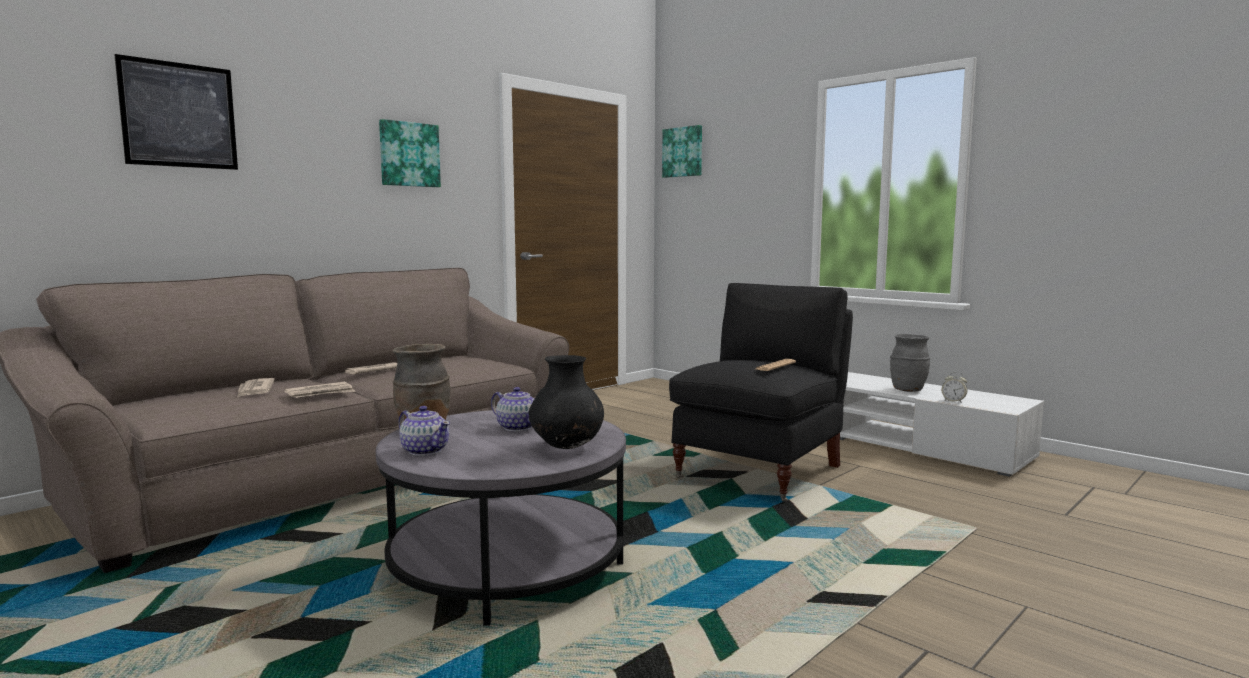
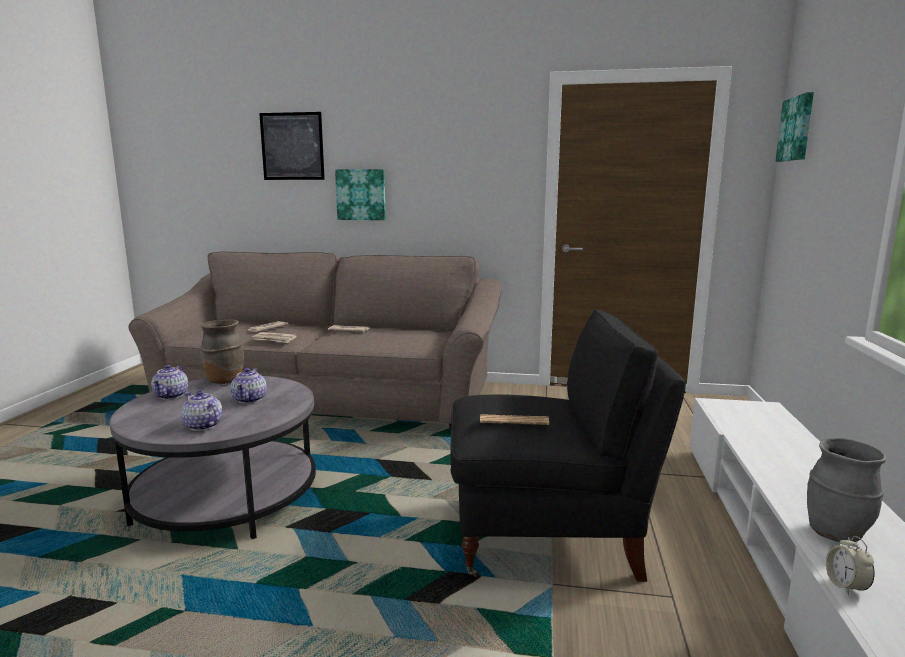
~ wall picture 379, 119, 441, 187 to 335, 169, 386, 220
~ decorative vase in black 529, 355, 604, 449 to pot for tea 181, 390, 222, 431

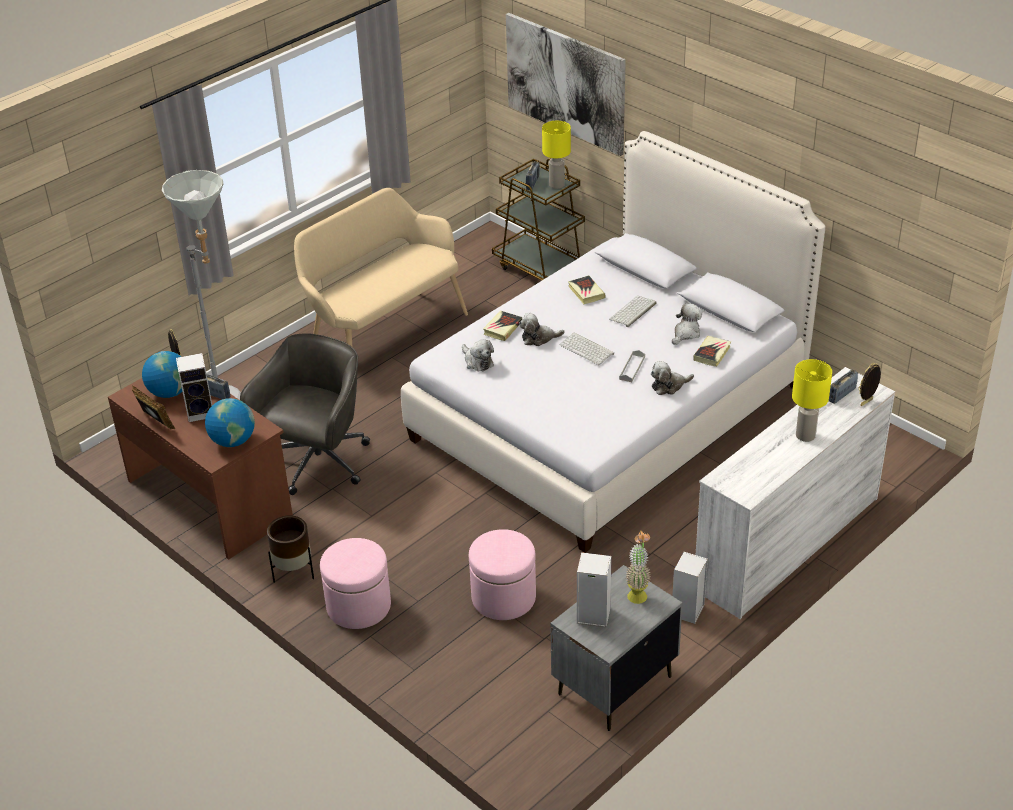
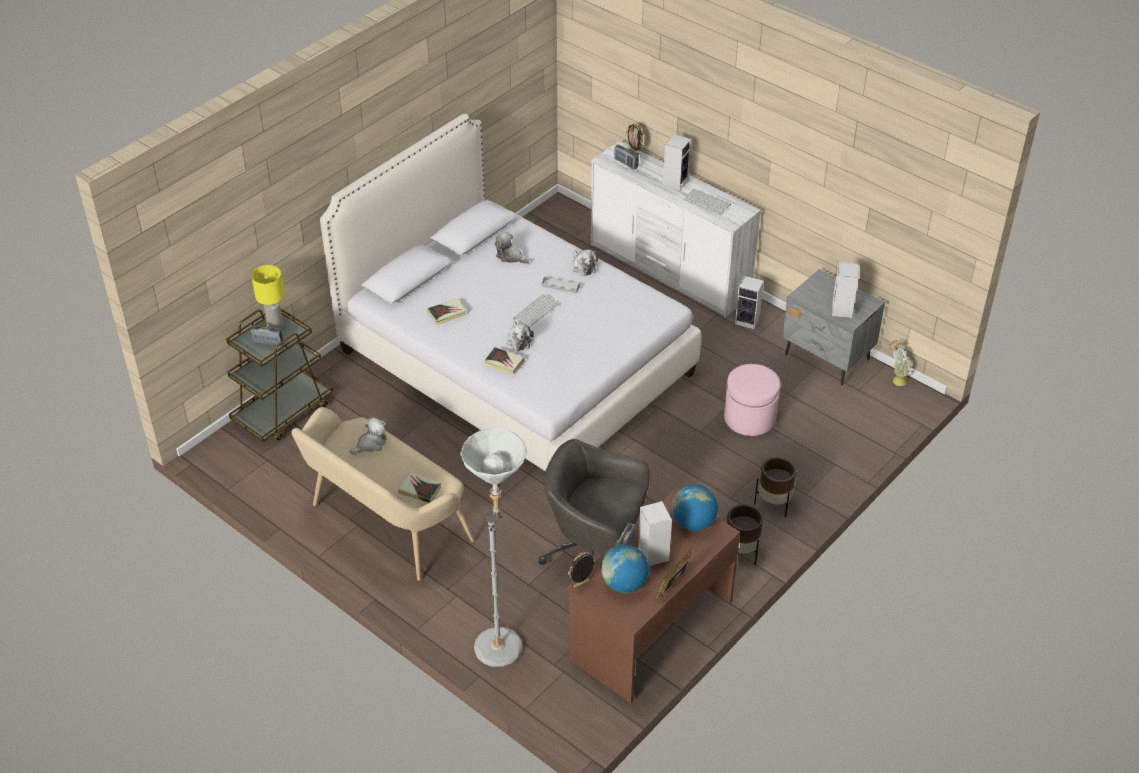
~ footrest in pinkish 320, 538, 391, 629 to planter in brown-coloured 754, 457, 796, 518
~ soft toy 462, 339, 494, 372 to 350, 417, 387, 455
- wall picture 506, 13, 626, 156
~ computer keyboard 609, 296, 656, 327 to 684, 189, 731, 215
~ plant in a pot 625, 531, 651, 604 to 889, 340, 911, 386
~ book 693, 336, 731, 367 to 398, 472, 441, 503
~ tabletop lamp in yellowish 792, 359, 832, 442 to audio speaker 663, 134, 691, 191

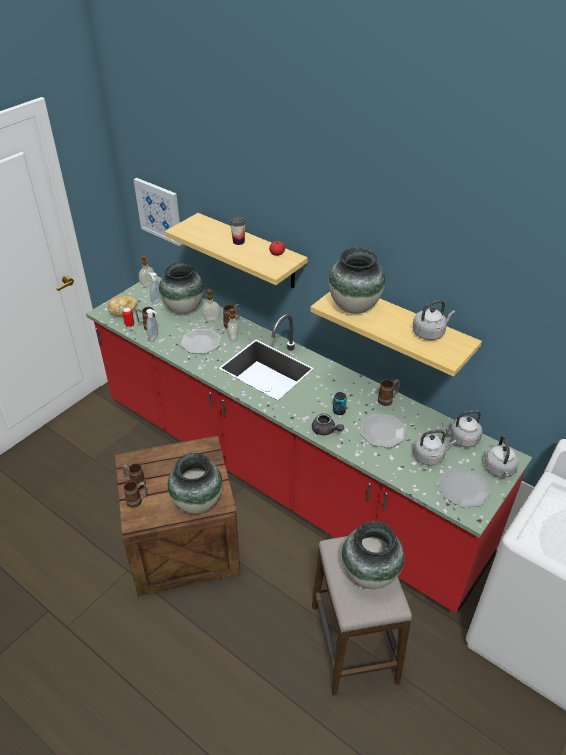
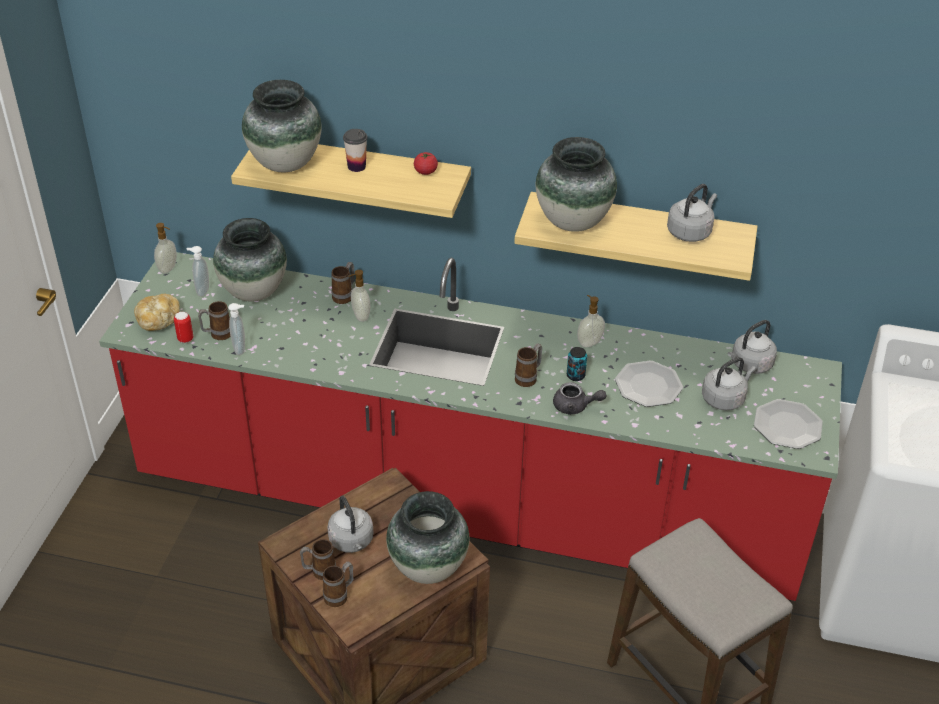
- wall picture 133, 178, 182, 246
- plate 180, 329, 221, 354
~ liquid soap bottle 202, 289, 221, 321 to 577, 295, 605, 347
~ decorative vase 342, 521, 404, 589 to 242, 80, 322, 172
~ tea mug 378, 379, 400, 406 to 515, 344, 542, 387
~ tea kettle in greyish 484, 436, 519, 478 to 327, 496, 374, 553

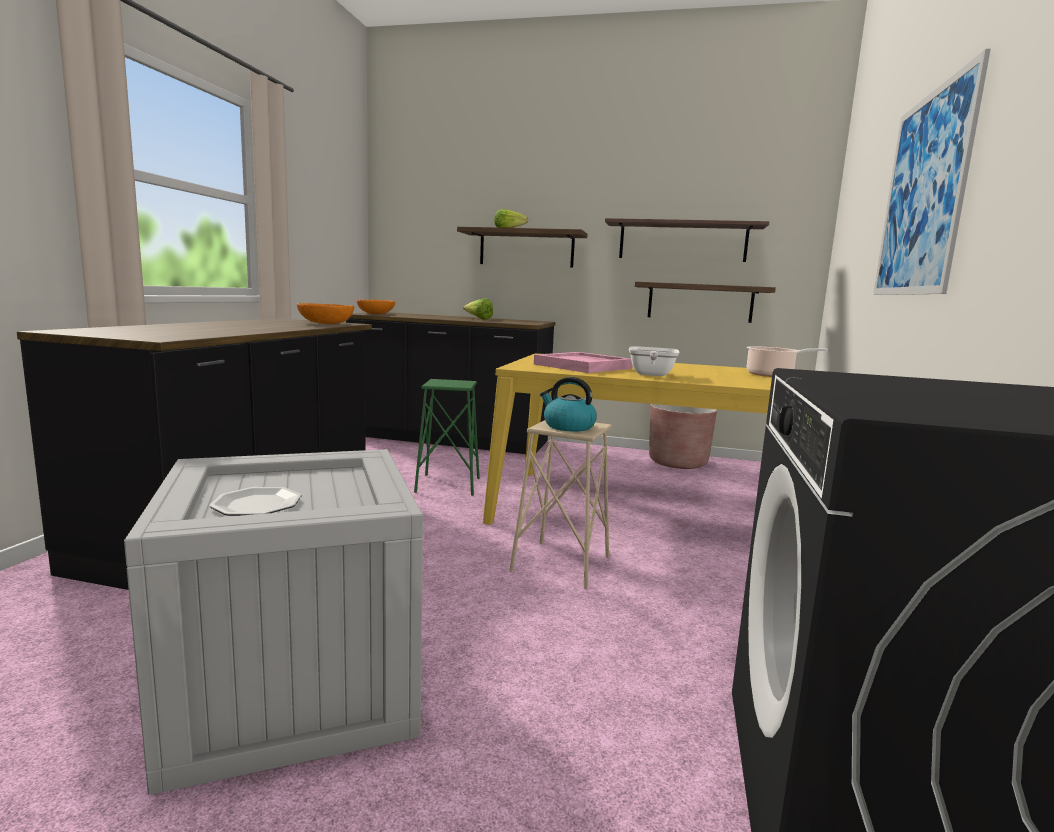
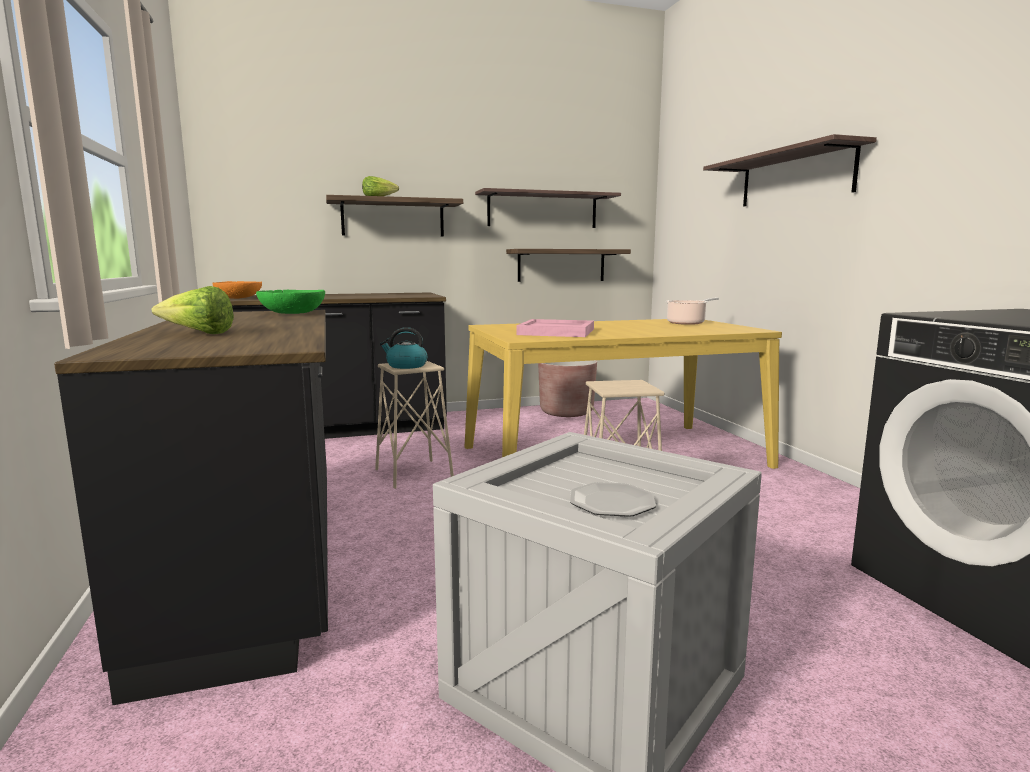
~ deep dish in orange 297, 303, 354, 324 to deep dish in green 256, 290, 325, 314
~ stool in green 414, 379, 480, 496 to stool in beige 375, 361, 454, 489
~ lettuce head 463, 298, 493, 320 to 152, 286, 234, 334
~ tea kettle 540, 377, 597, 432 to 380, 327, 427, 369
- skillet 629, 346, 680, 376
~ wall picture 873, 49, 991, 295 to bracket shelf 703, 134, 877, 206

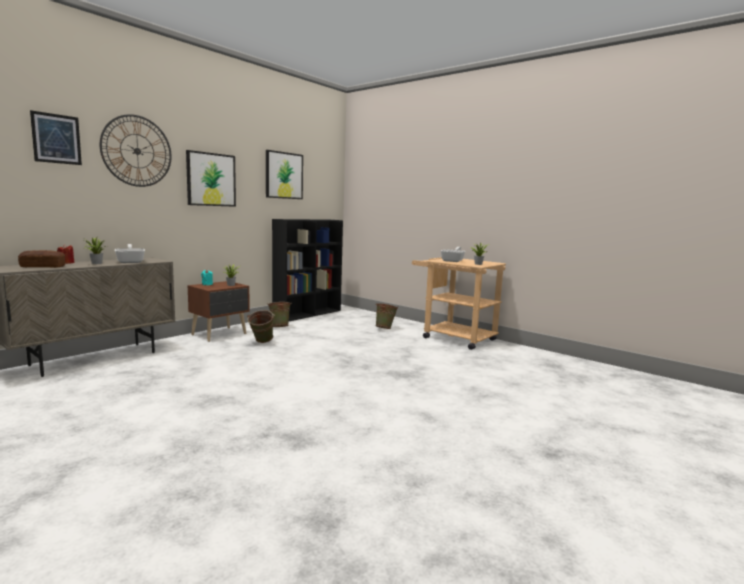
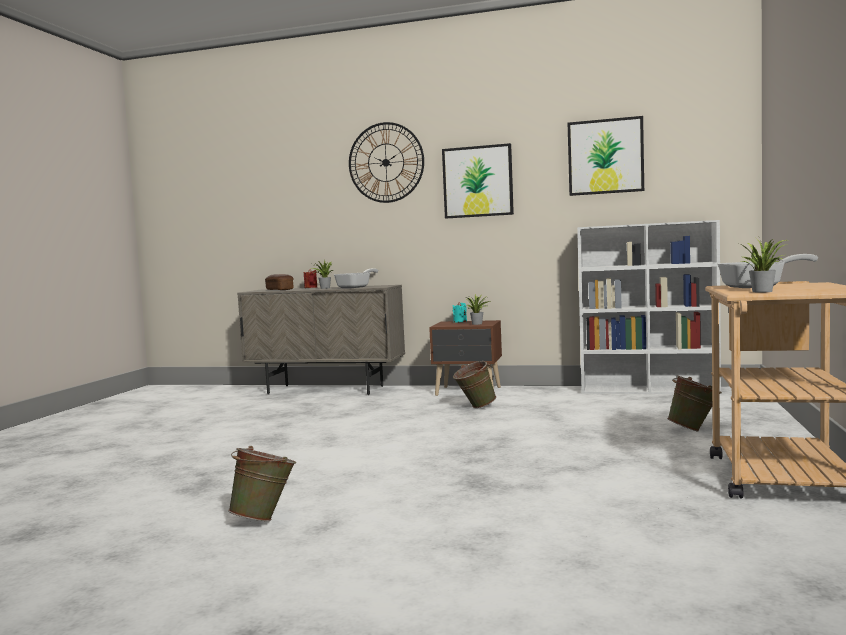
- wall picture 30, 110, 82, 165
~ bucket in green 267, 302, 292, 327 to 228, 446, 296, 521
~ bookshelf in black 272, 219, 343, 321 to bookshelf in white 577, 220, 721, 394

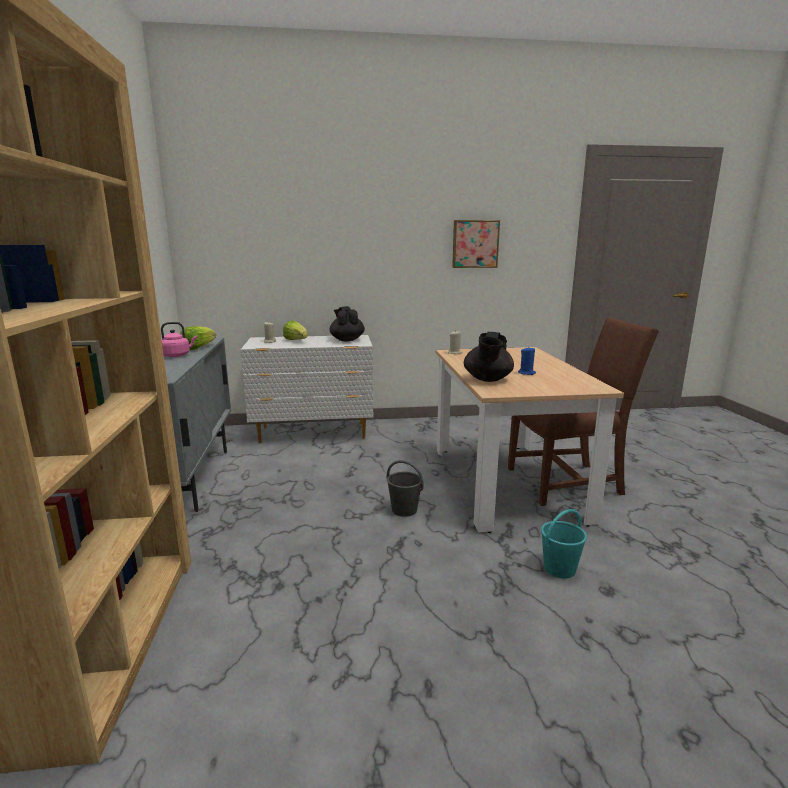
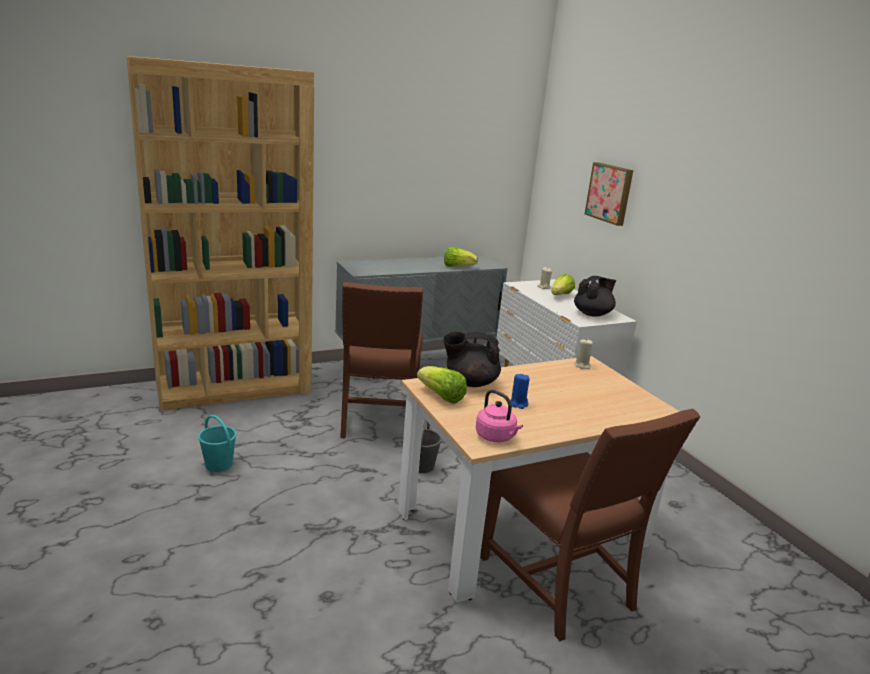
~ tea kettle in pinkish 161, 322, 197, 357 to 476, 390, 523, 442
~ wall picture 452, 220, 500, 268 to 585, 162, 633, 226
~ bucket in turquoise 541, 509, 587, 578 to 198, 415, 237, 472
+ plain chair in brown-coloured 340, 282, 423, 438
+ lettuce head 417, 366, 467, 404

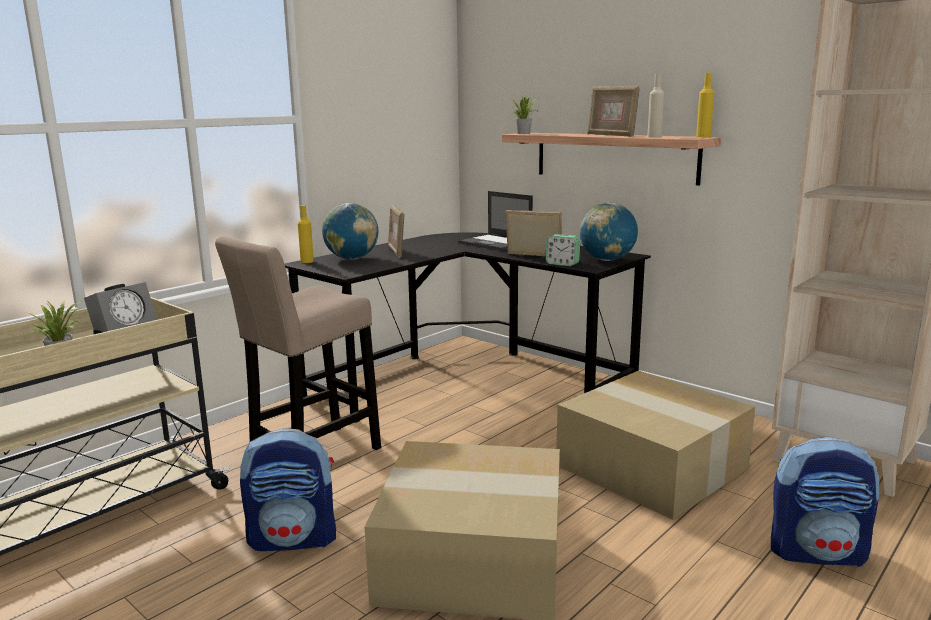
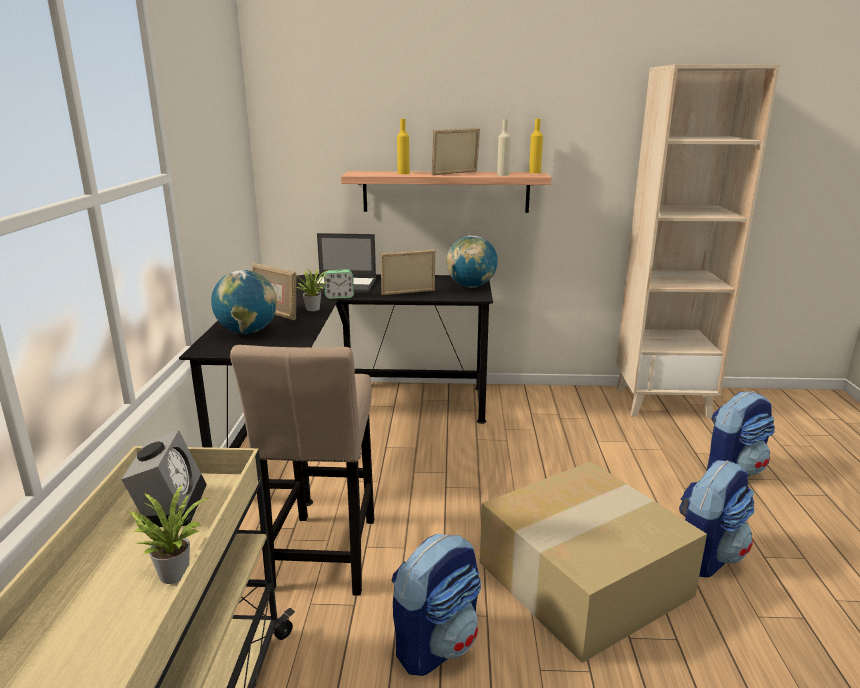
~ beverage bottle in yellowish 298, 205, 314, 263 to 397, 119, 409, 174
~ plant in a pot 511, 95, 539, 134 to 297, 269, 329, 311
~ alarm clock 546, 234, 580, 266 to 324, 269, 354, 299
- cardboard box 557, 371, 755, 520
~ picture frame 587, 85, 640, 137 = 431, 128, 480, 175 135 degrees clockwise
+ backpack 679, 460, 754, 578

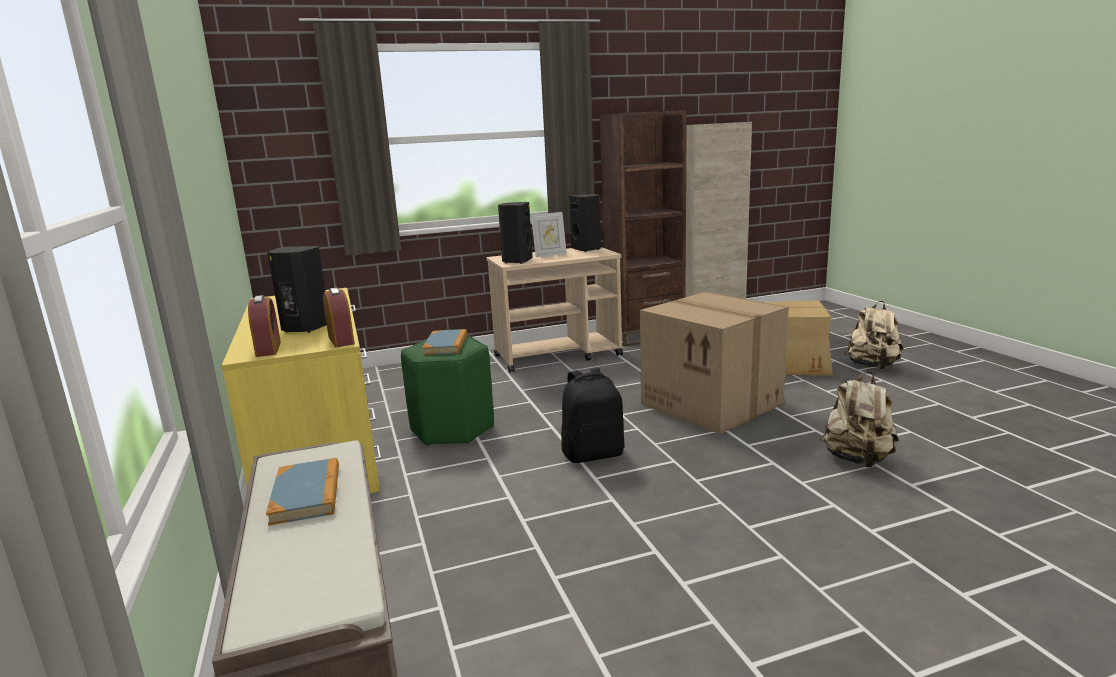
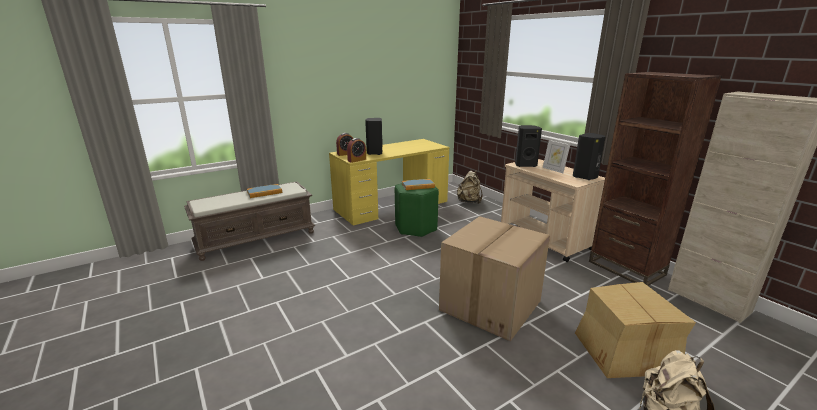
- backpack in black 561, 368, 625, 463
~ backpack in beige 820, 371, 899, 467 to 457, 170, 483, 204

